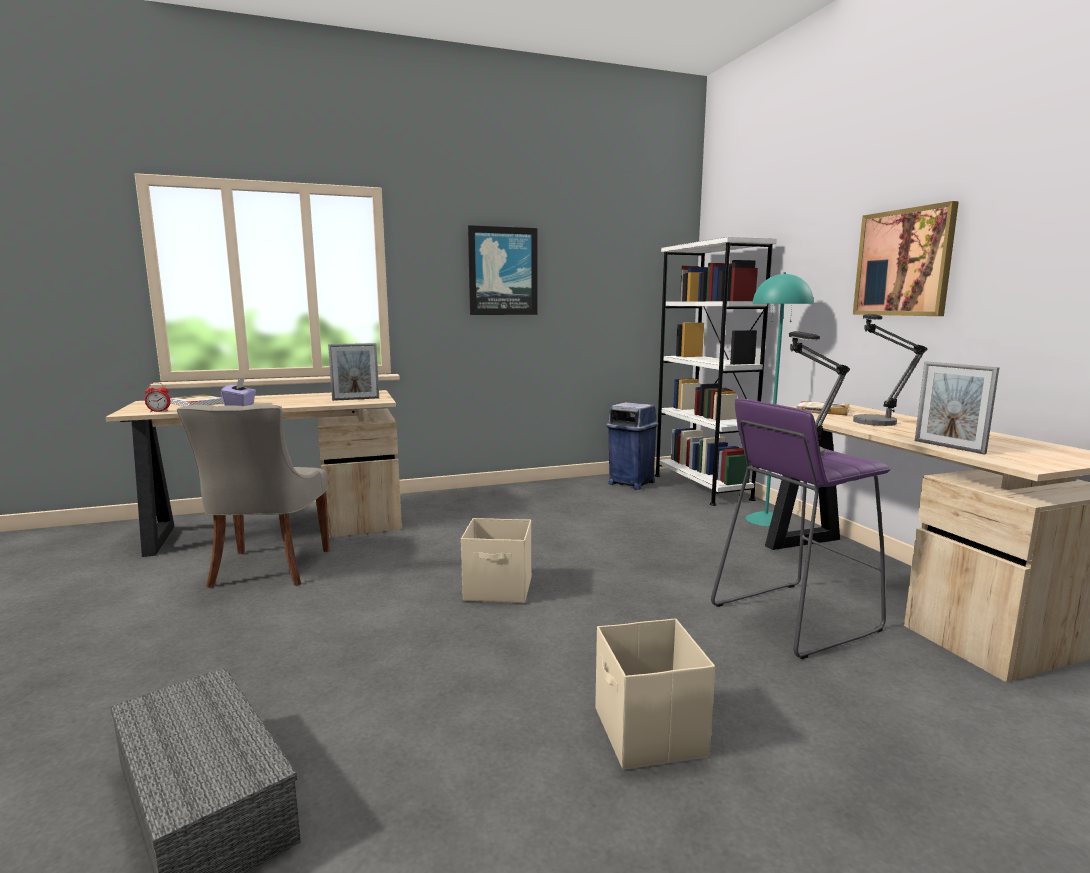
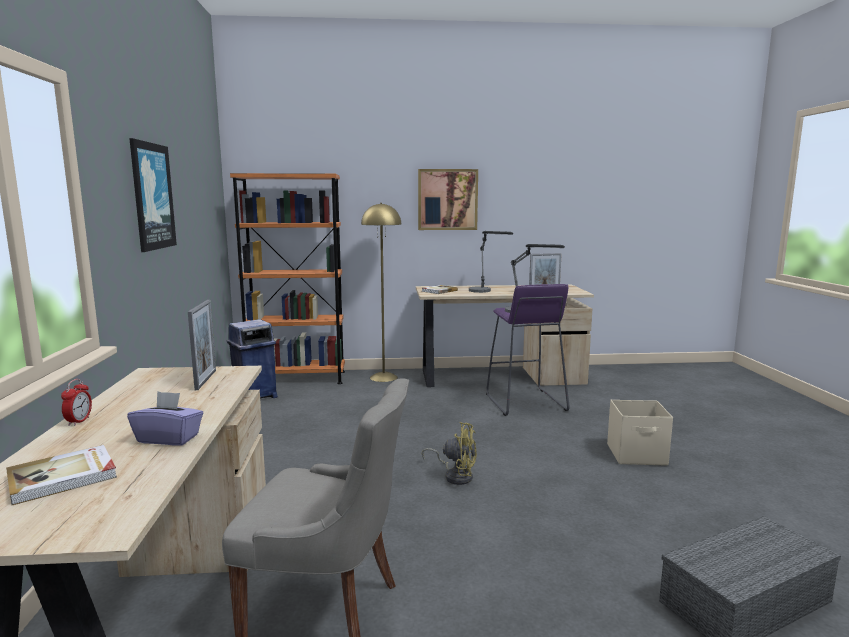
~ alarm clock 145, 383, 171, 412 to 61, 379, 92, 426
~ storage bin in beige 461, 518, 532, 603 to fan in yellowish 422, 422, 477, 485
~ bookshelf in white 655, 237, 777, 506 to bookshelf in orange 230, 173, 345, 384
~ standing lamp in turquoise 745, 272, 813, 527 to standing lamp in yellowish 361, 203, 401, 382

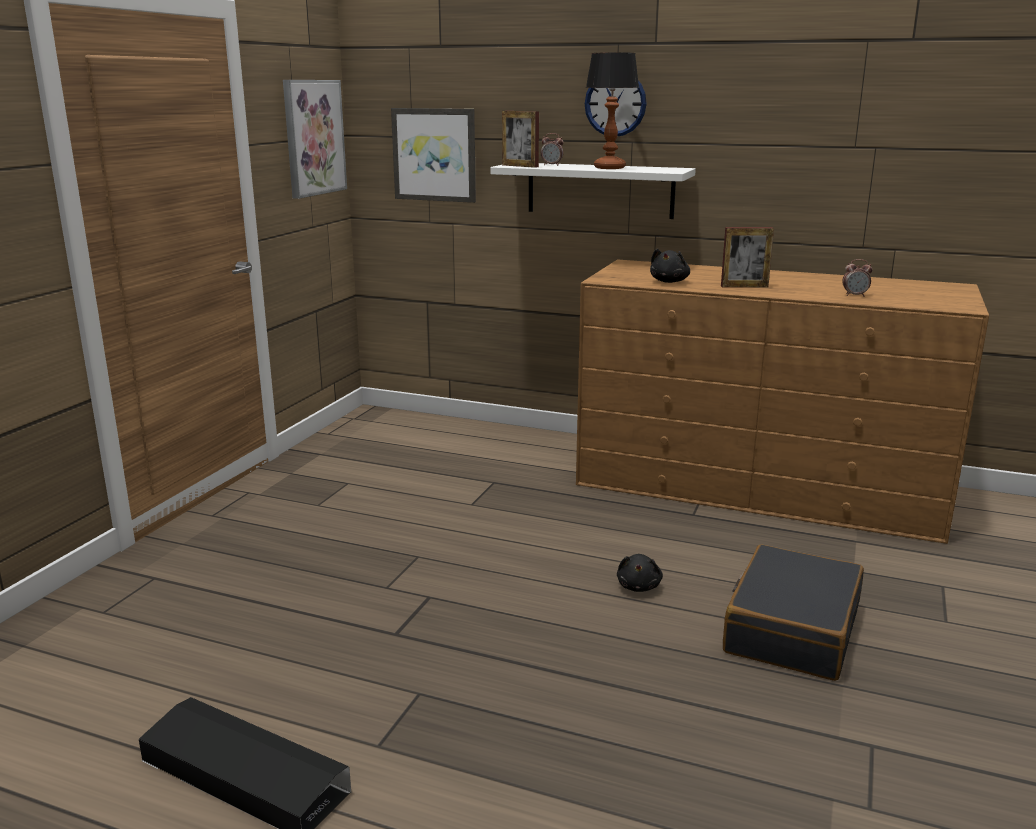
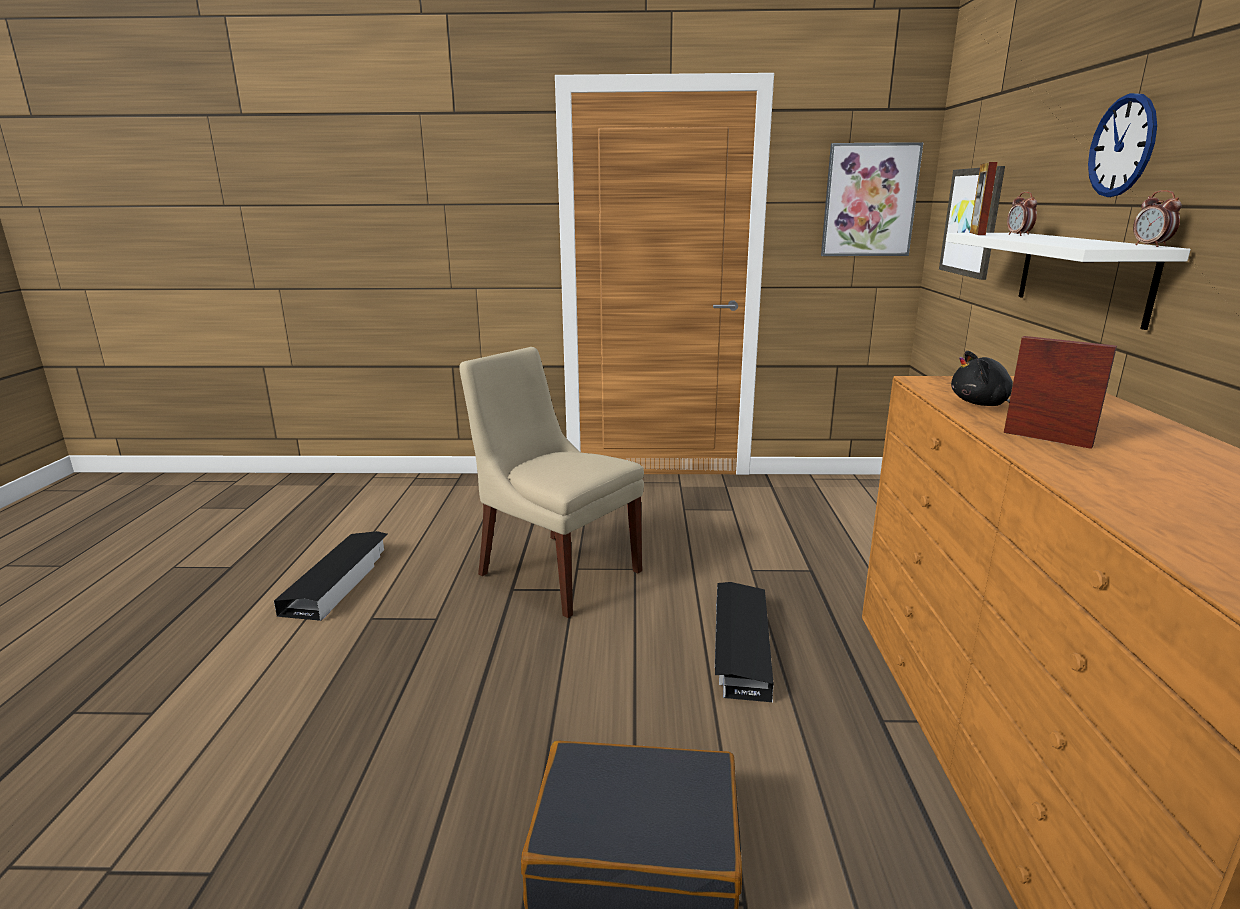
- tabletop lamp 586, 52, 639, 169
- soft toy in black 617, 554, 663, 592
~ picture frame 721, 227, 774, 288 = 1004, 336, 1117, 449 150 degrees clockwise
~ alarm clock 842, 259, 873, 297 to 1133, 190, 1182, 247
+ plain chair in beige 459, 347, 644, 618
+ storage bin in black 715, 582, 774, 702

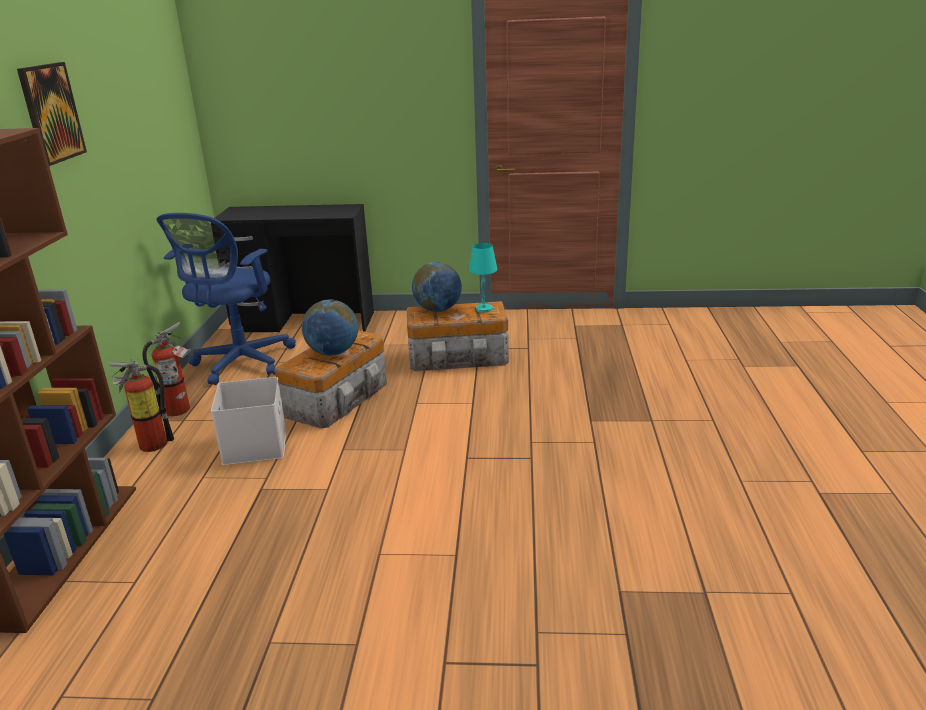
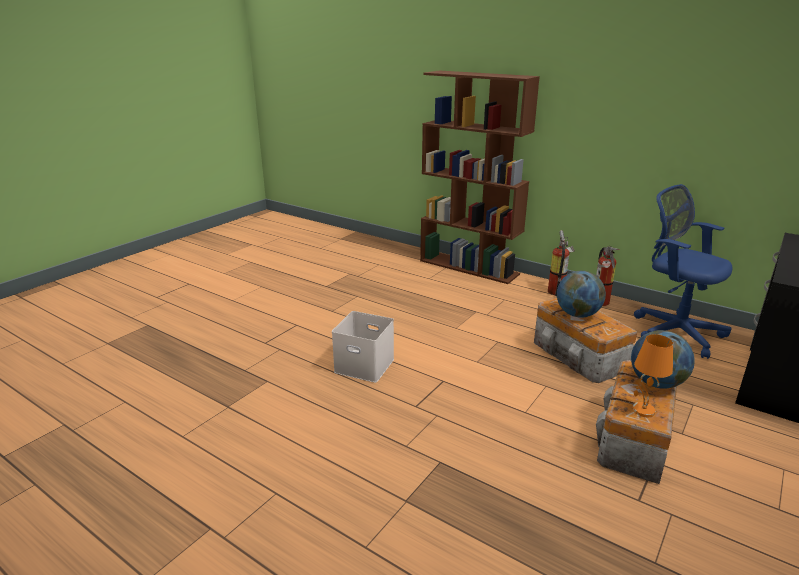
- wall picture 17, 62, 87, 166
~ storage bin in white 211, 377, 286, 465 to 332, 311, 394, 383
~ tabletop lamp in turquoise 469, 243, 497, 313 to tabletop lamp in orange 632, 334, 673, 417

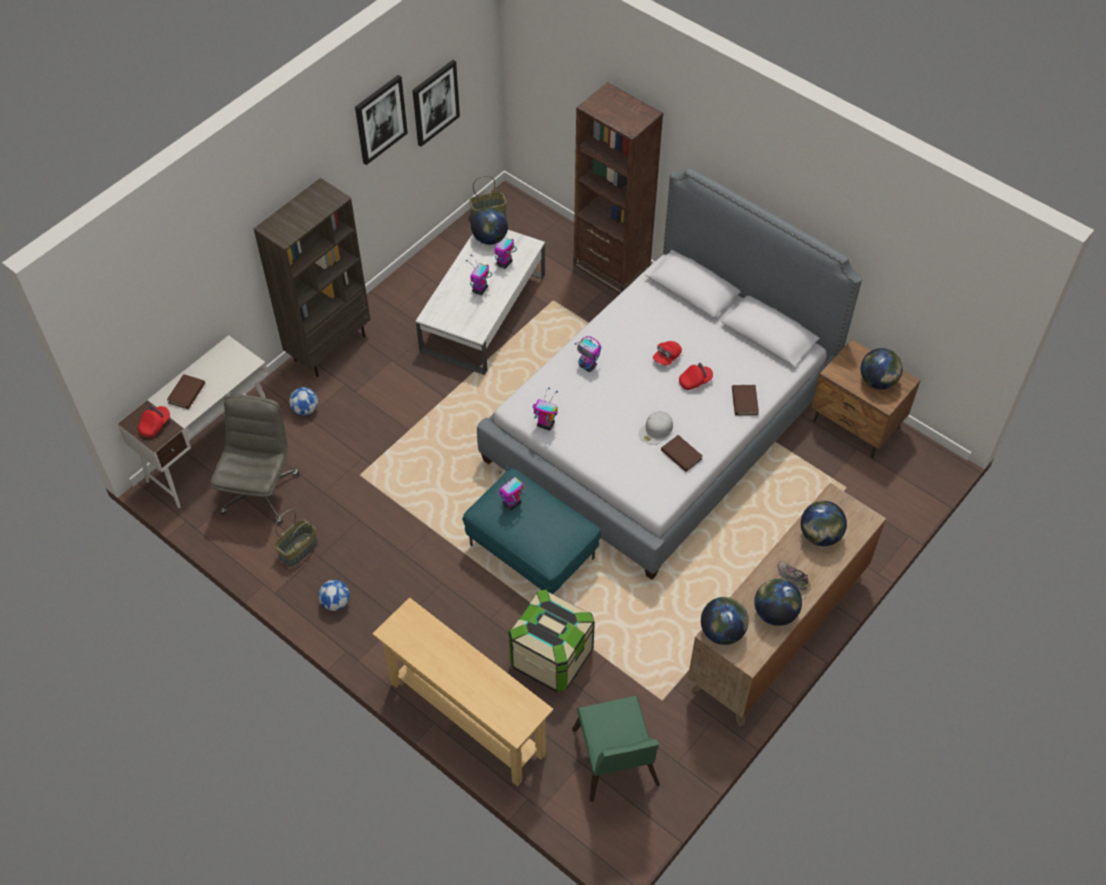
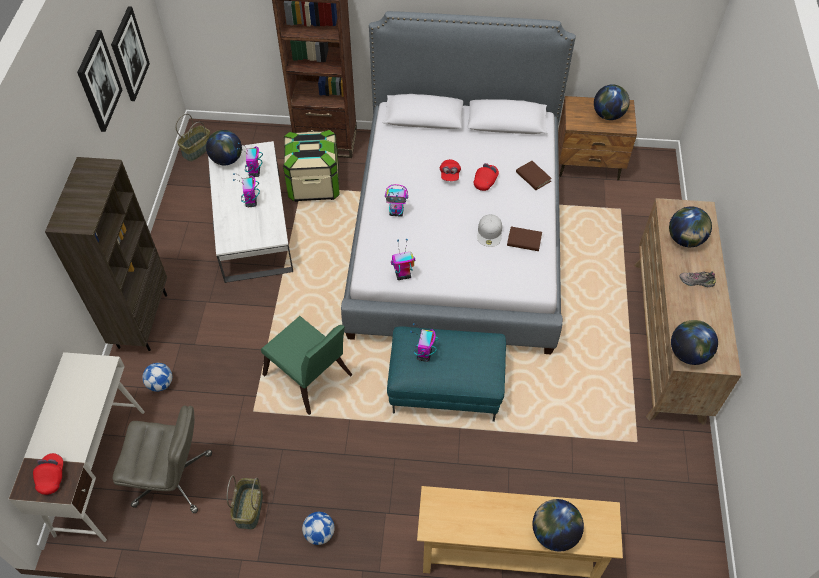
- book in brown-coloured 167, 374, 205, 409
~ office chair in greyish 210, 394, 299, 523 = 113, 405, 212, 513 120 degrees clockwise
~ storage bin 509, 589, 595, 692 to 283, 130, 340, 202
~ plain chair in green 572, 695, 660, 802 to 261, 316, 352, 415
~ desk globe 754, 578, 802, 626 to 533, 499, 584, 551

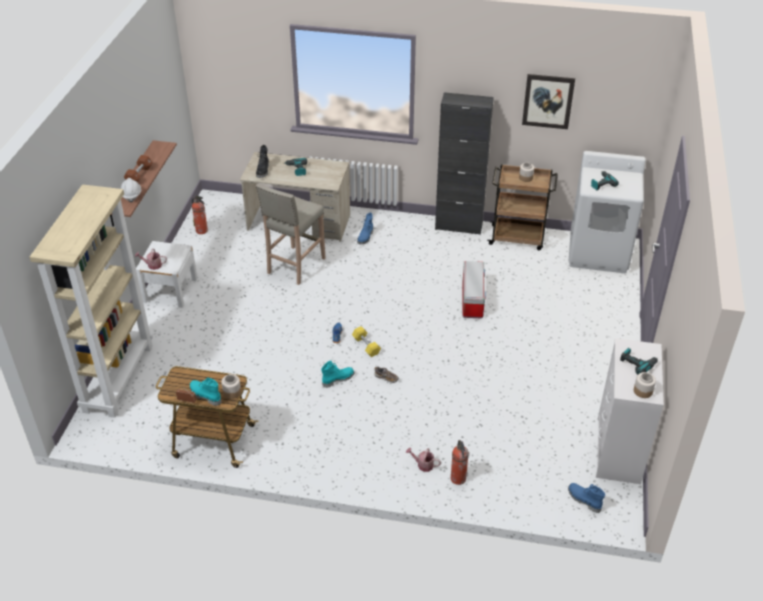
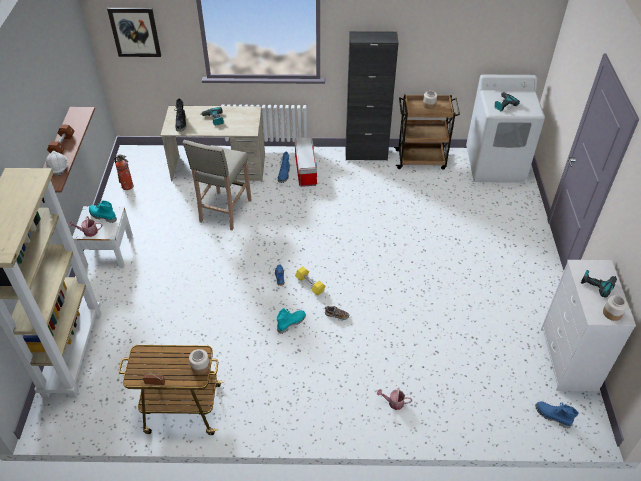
~ high-top boot in turquoise 190, 377, 221, 406 to 89, 200, 117, 223
- fire extinguisher 451, 440, 469, 485
~ storage bin 462, 261, 486, 318 to 295, 137, 317, 187
~ wall picture 522, 74, 575, 129 to 107, 8, 161, 57

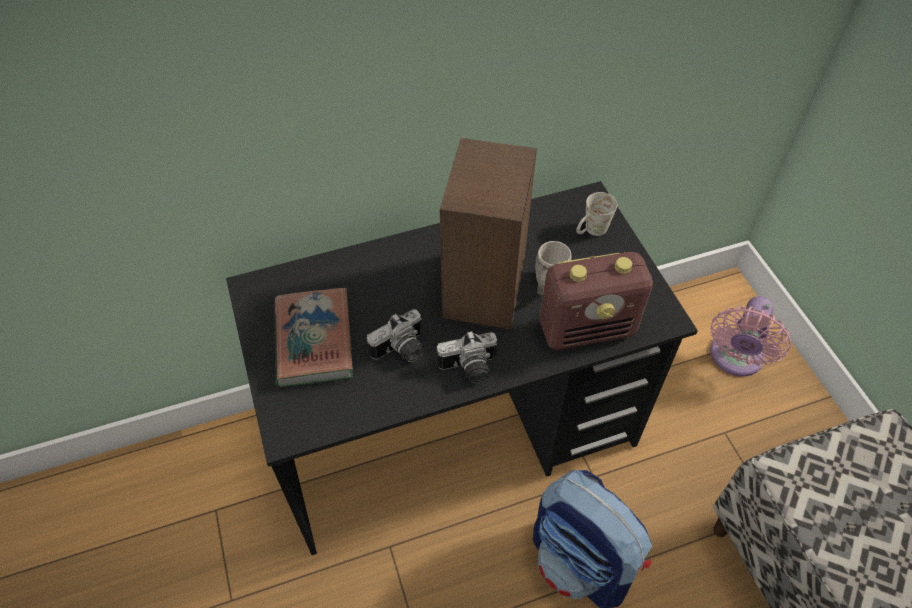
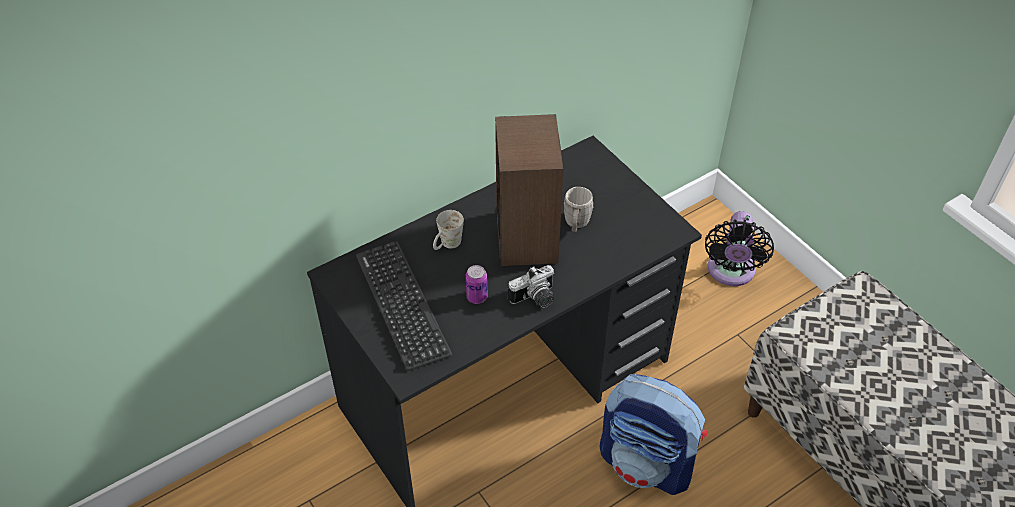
~ book 275, 288, 353, 387 to computer keyboard 356, 242, 452, 371
~ photo camera 366, 309, 423, 362 to sealed can 466, 265, 487, 304
- radio 540, 252, 653, 350
~ tea mug in white 576, 192, 617, 236 to 433, 210, 464, 250
~ fan in pinkish 710, 296, 791, 376 to fan in black 705, 211, 774, 286

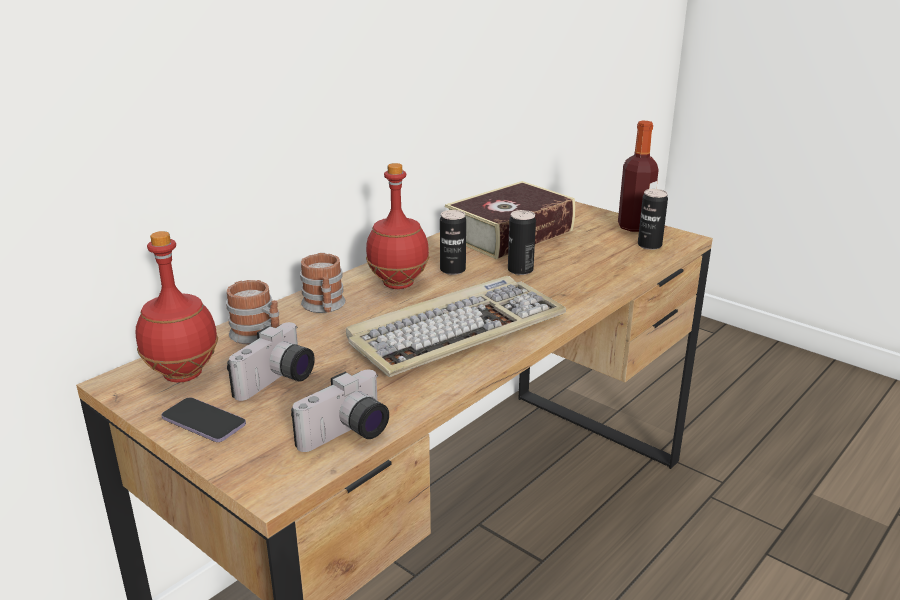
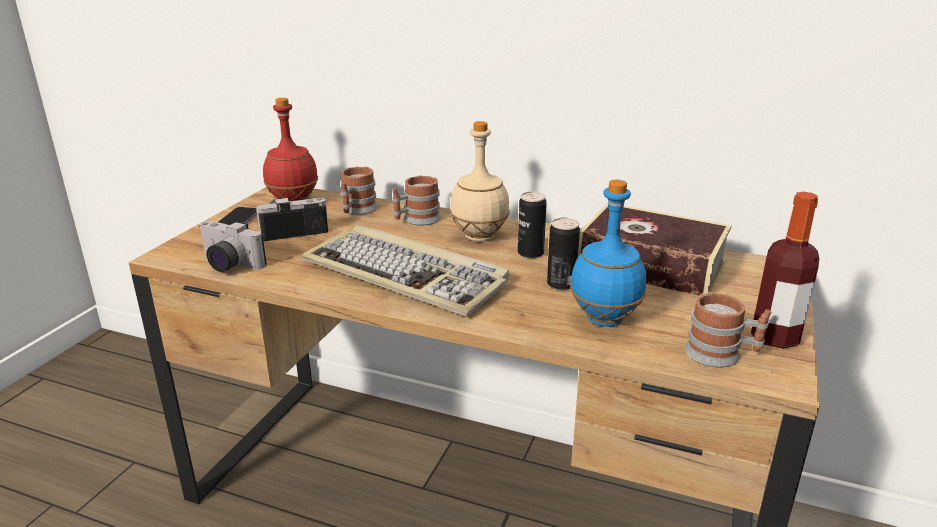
~ photo camera 227, 322, 315, 401 = 255, 198, 328, 241 150 degrees clockwise
~ beverage bottle in red 366, 163, 429, 289 to beverage bottle in beige 450, 121, 510, 241
~ sealed can 638, 189, 668, 250 to tea mug 685, 292, 771, 368
+ beverage bottle in bluish 570, 180, 646, 327

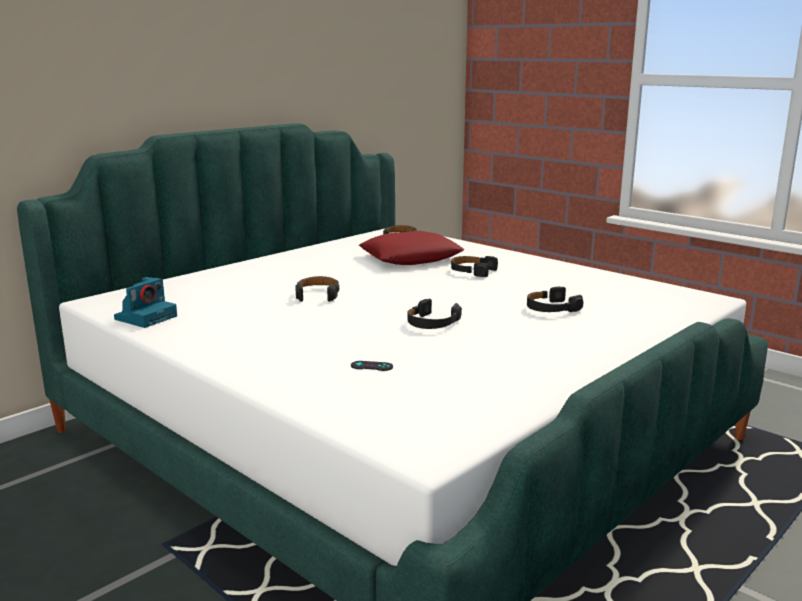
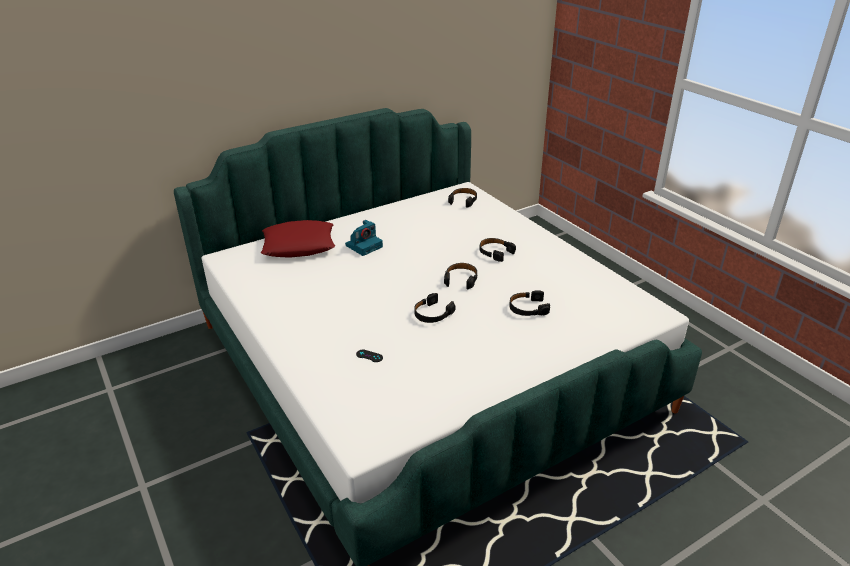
~ photo camera 114, 277, 177, 328 to 345, 220, 383, 256
~ pair of headphones in black 295, 276, 340, 302 to 444, 263, 478, 290
~ cushion in red 359, 231, 464, 265 to 261, 220, 335, 258

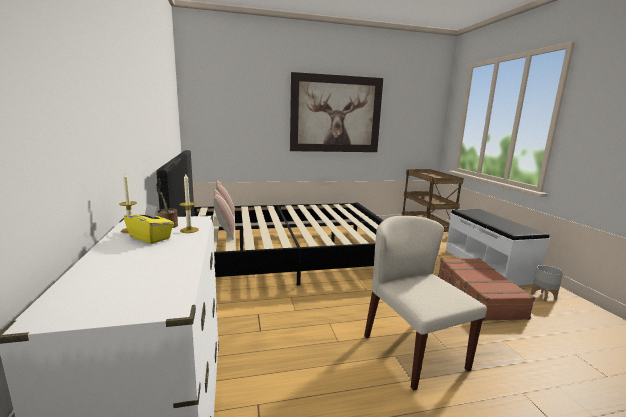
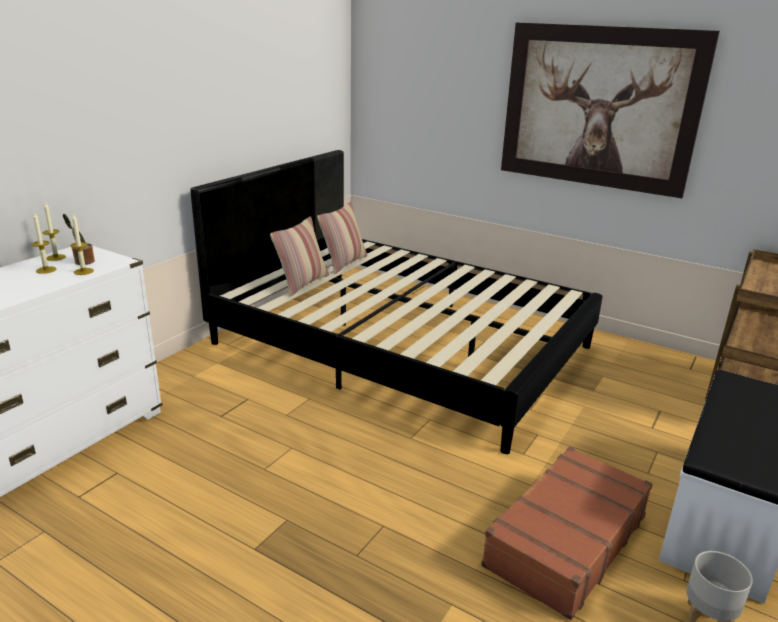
~ tissue box in yellowish 124, 204, 174, 244 to wax candle 32, 212, 56, 274
- plain chair in beige 364, 216, 487, 390

